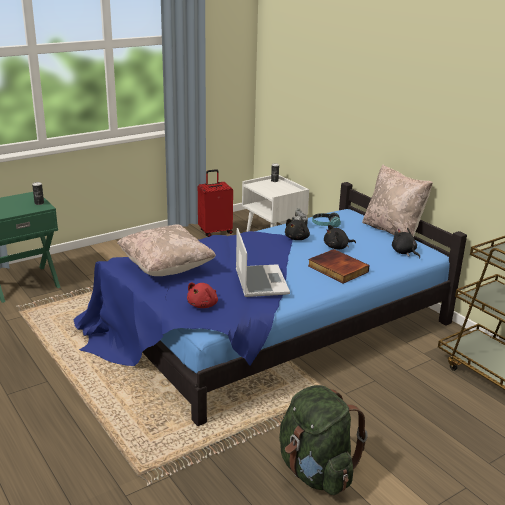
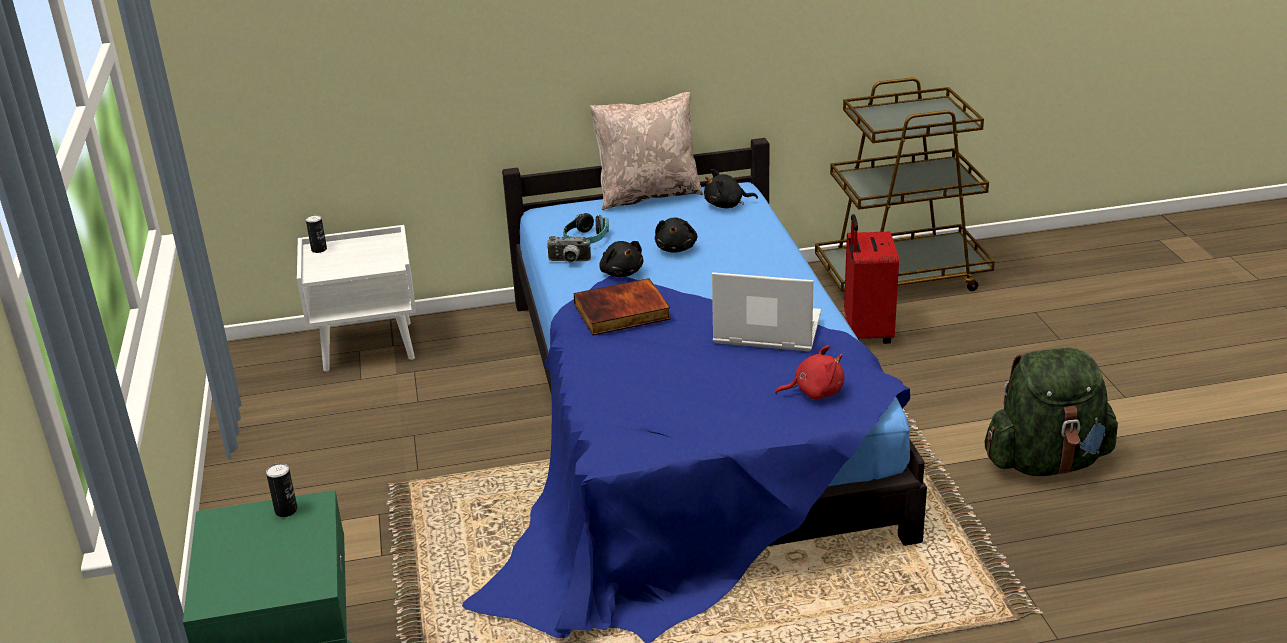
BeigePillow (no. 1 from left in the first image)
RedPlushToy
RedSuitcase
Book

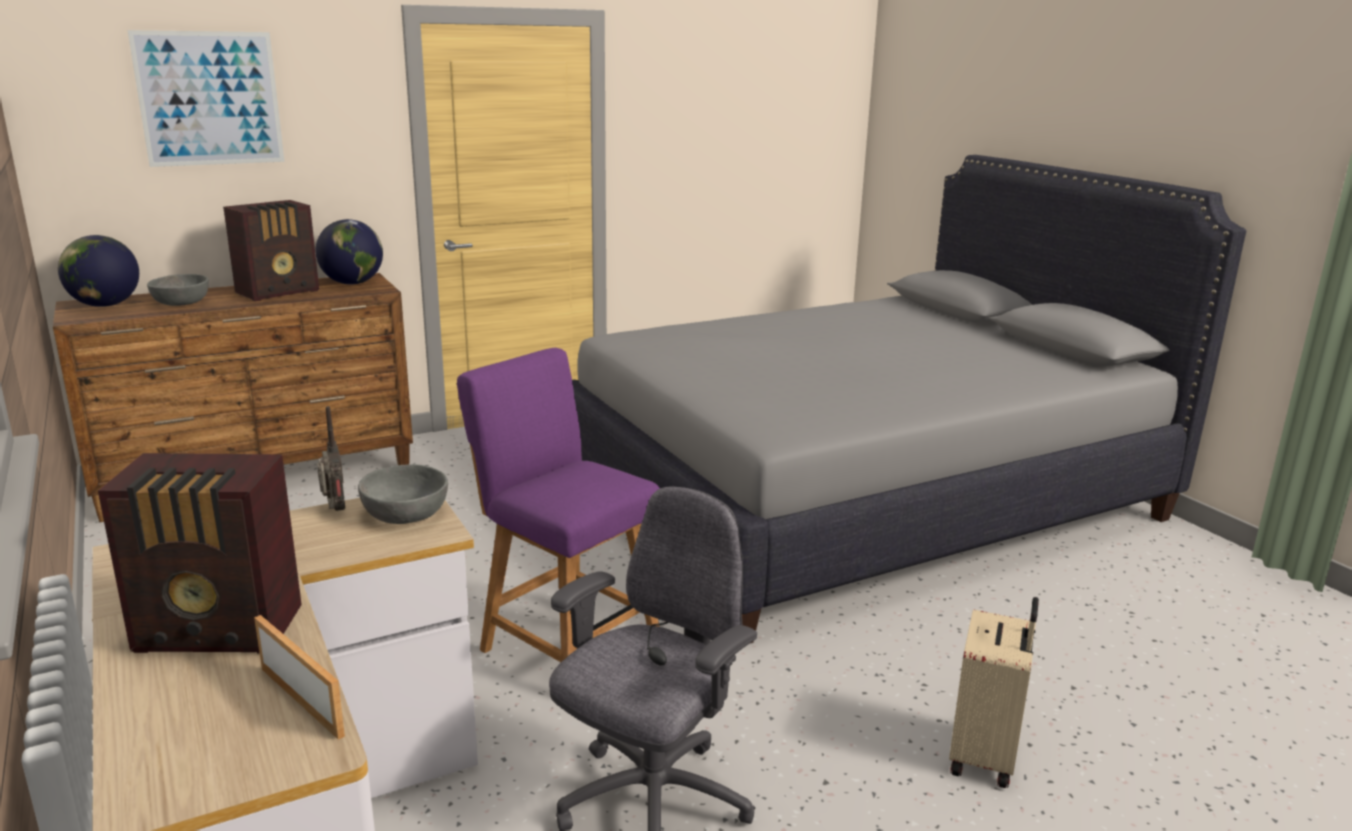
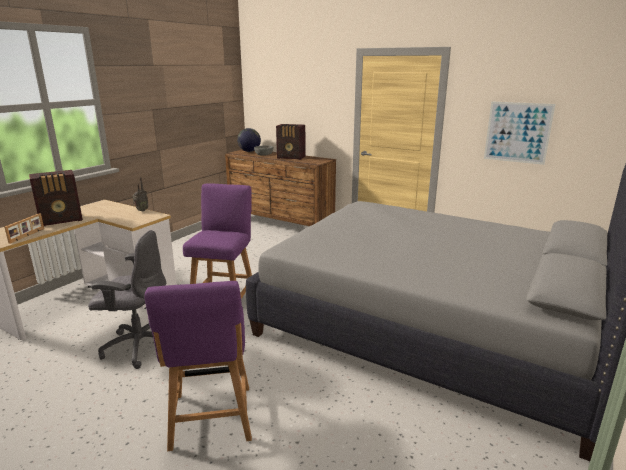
Radio (no. 1 from left)
Picture
Globe (no. 2 from left in the first image)
GreyBowl (no. 2 from left in the first image)
PurpleChair (no. 1 from left)

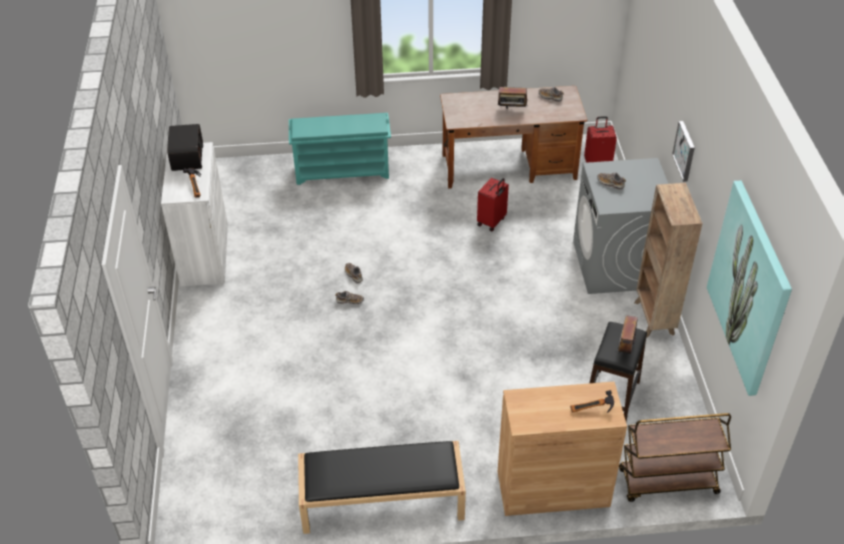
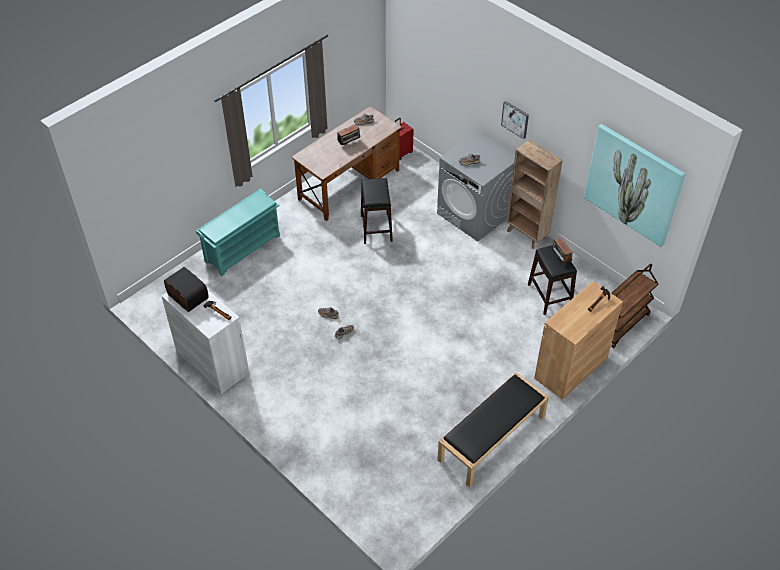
BlackStool (no. 1 from left)

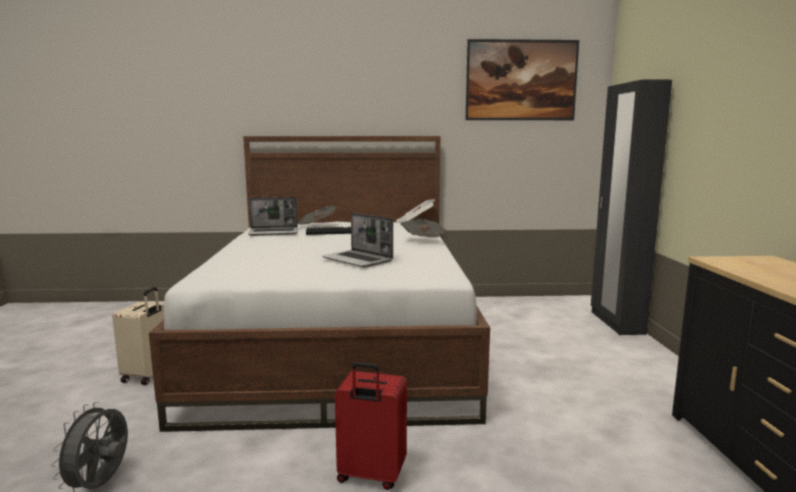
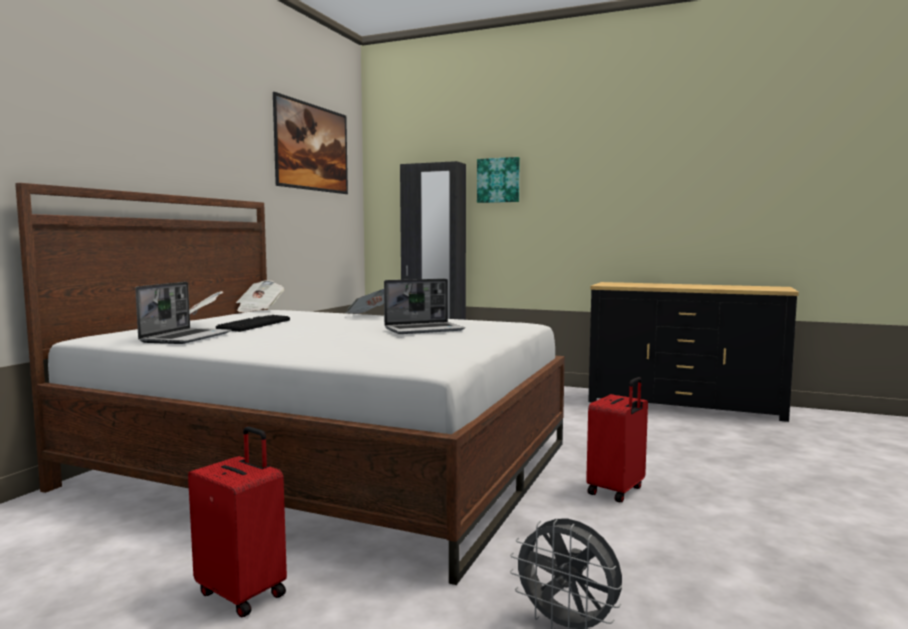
RedSuitcase (no. 1 from left)
Picture (no. 2 from left)

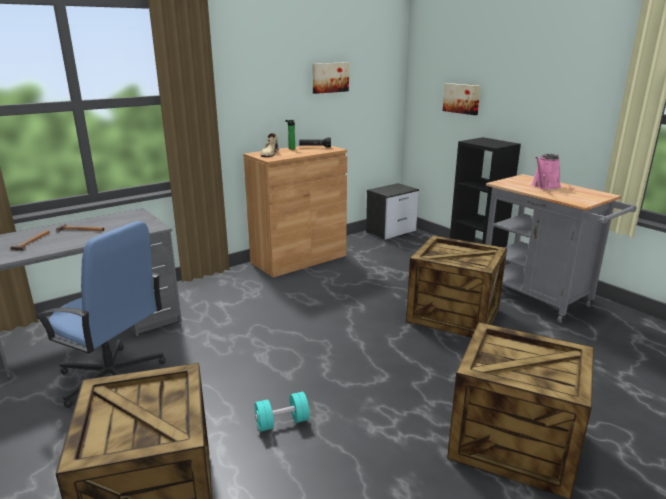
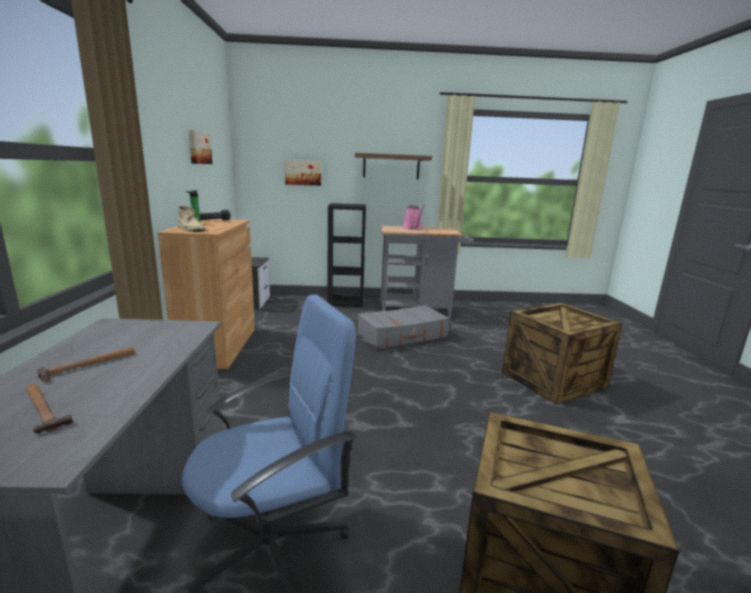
TurquoiseDumbbell
GreySuitcase
Shelf

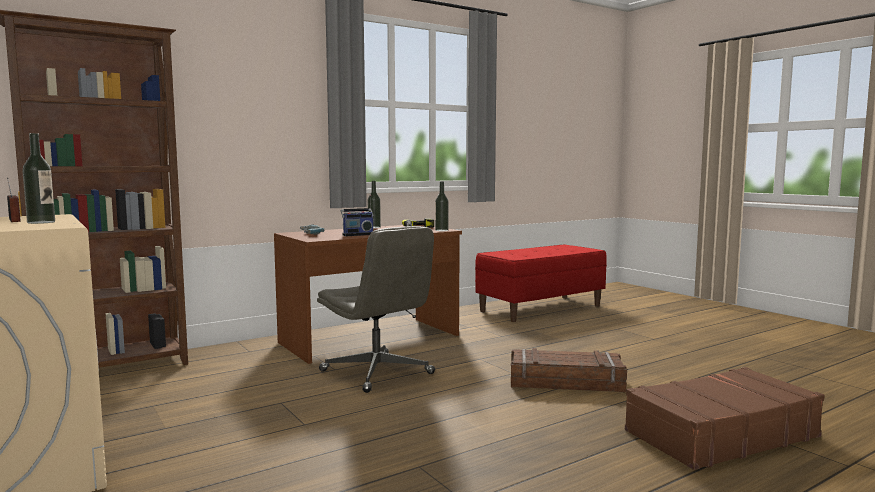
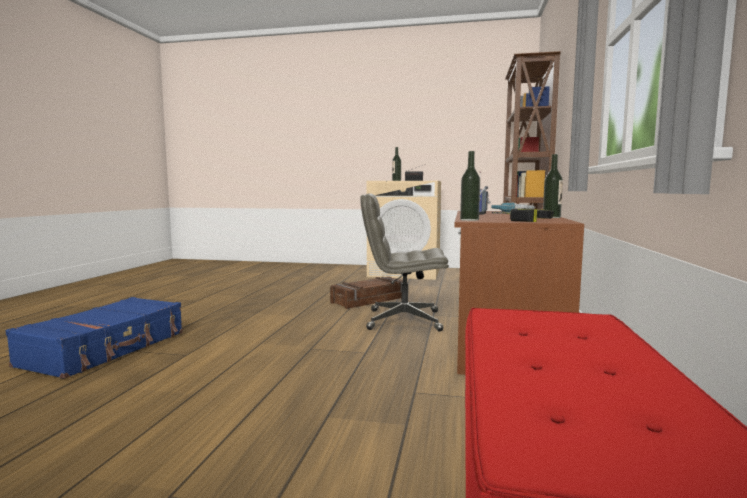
Crate
BlueSuitcase

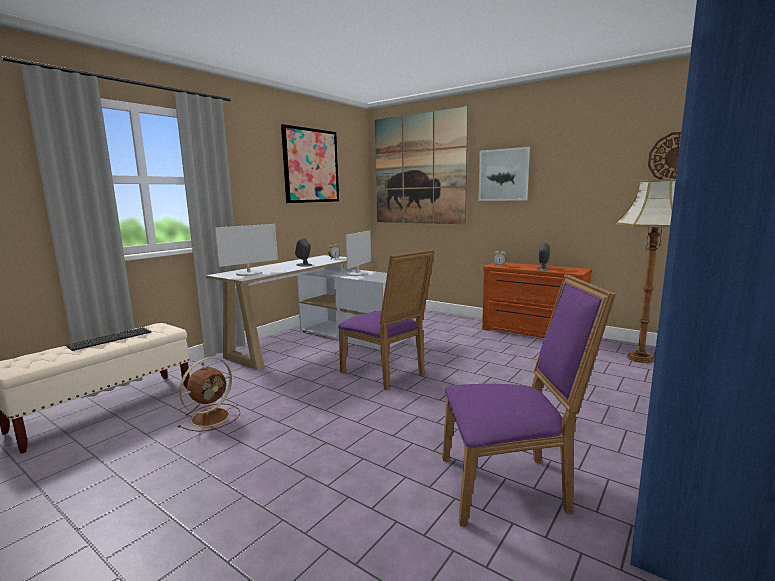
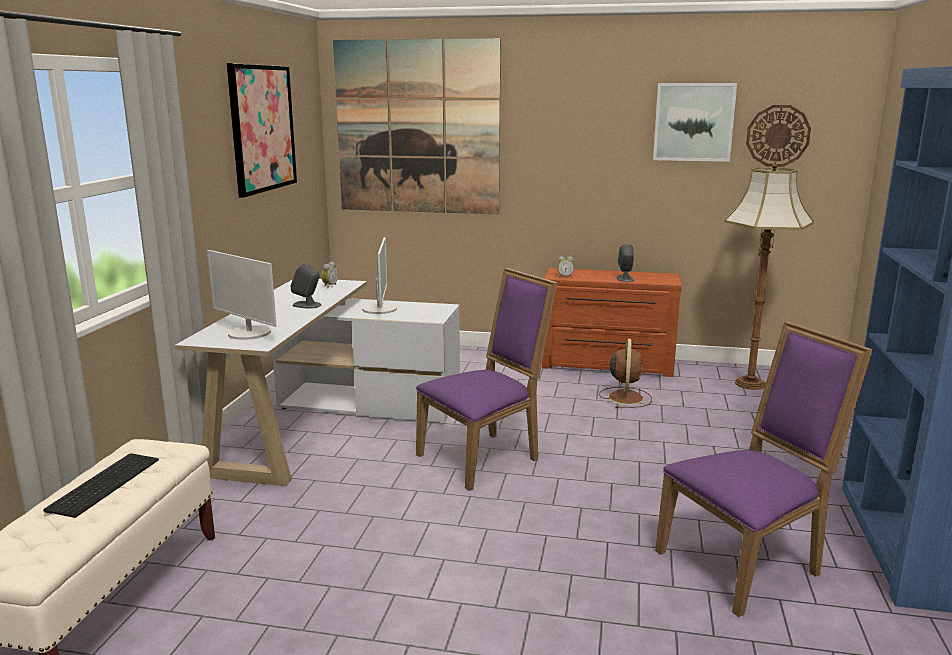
BrownFan
Monitor (no. 1 from left)
PurpleChair (no. 1 from left)
Picture (no. 3 from left)

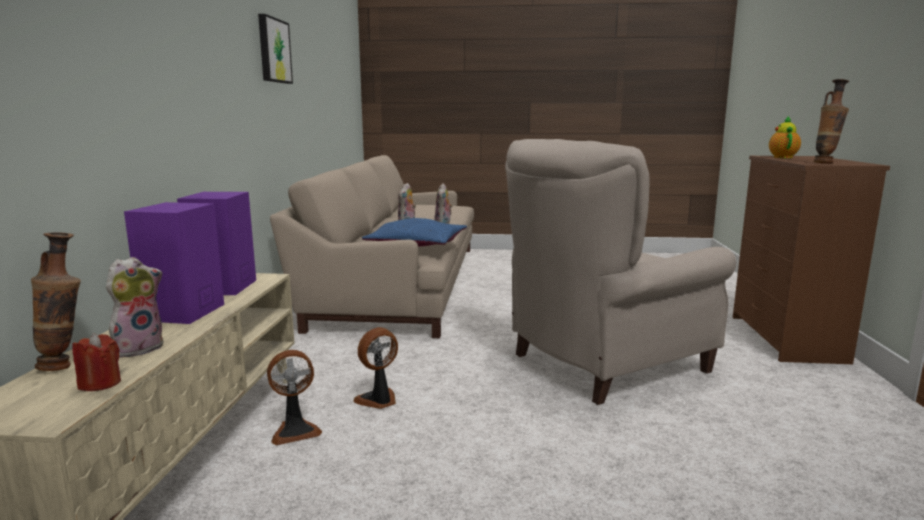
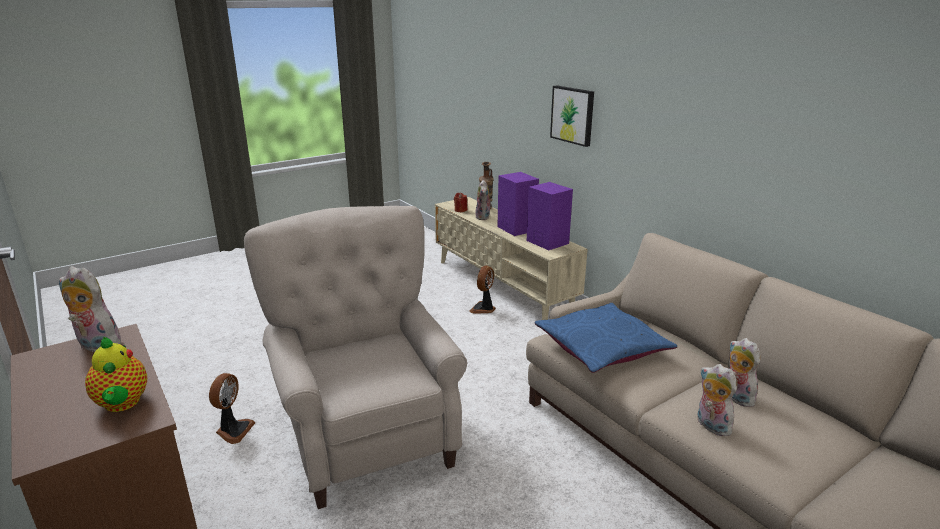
Picture
Fan (no. 1 from left)
BeigeArmchair
PlushToy (no. 1 from left)

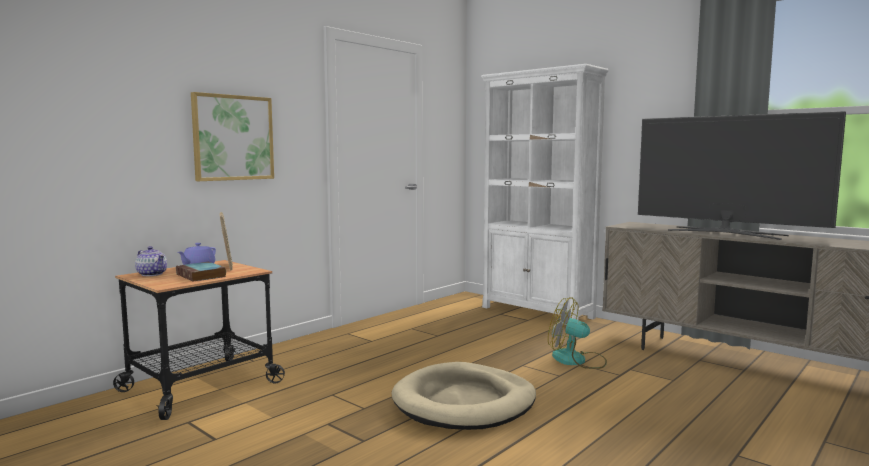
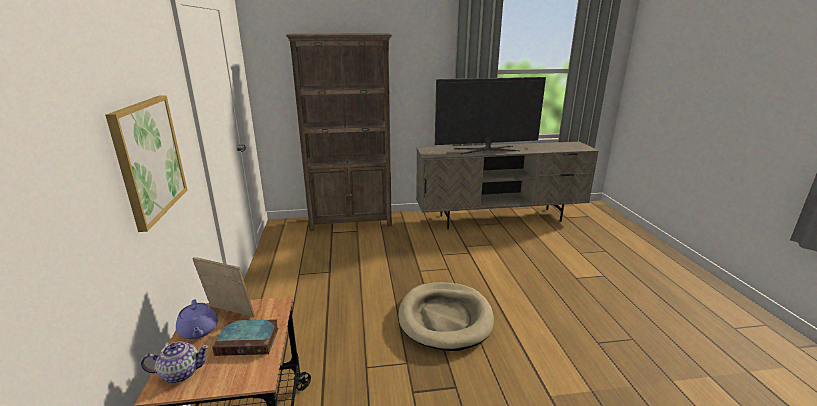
BrownBookcase
Fan

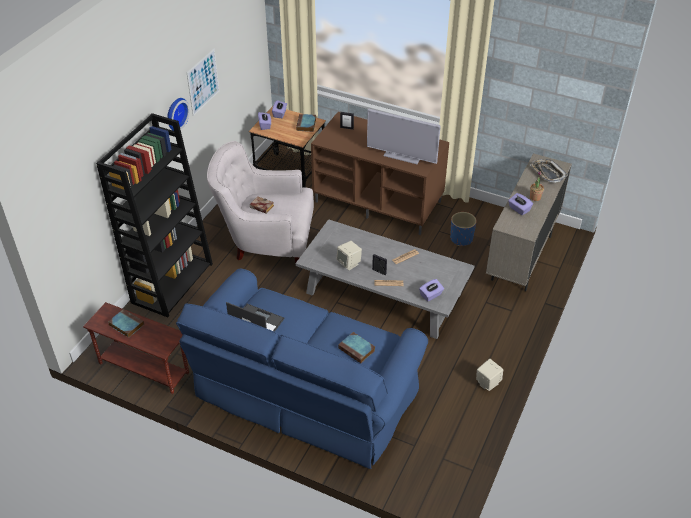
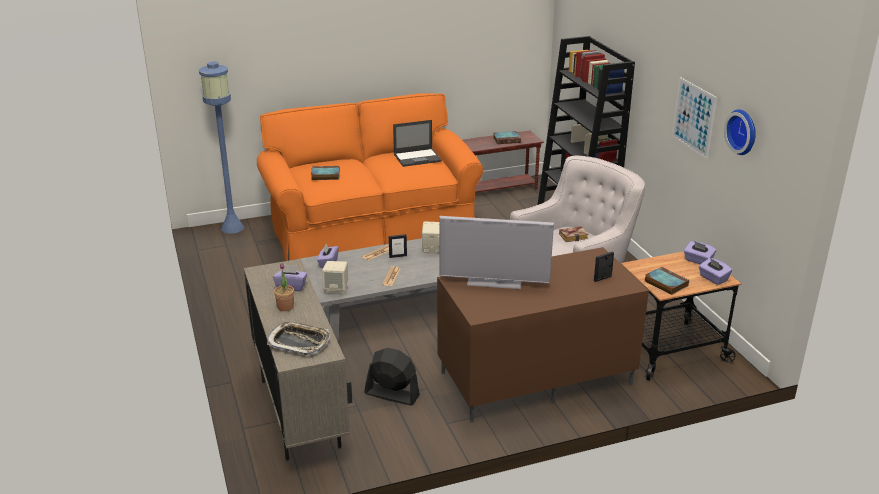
WallClock
OrangeSofa
Television
BlackFan
BeigeSpeaker (no. 1 from left)
BlueFloorLamp

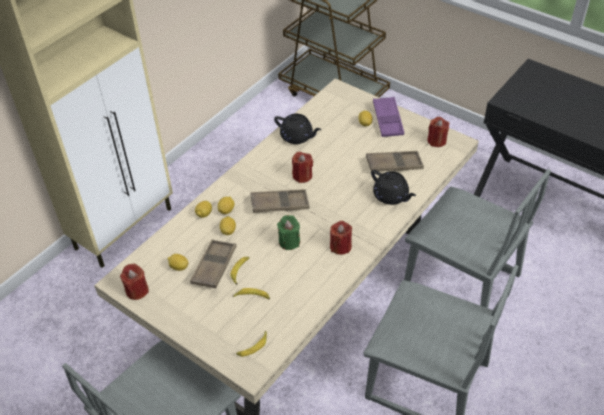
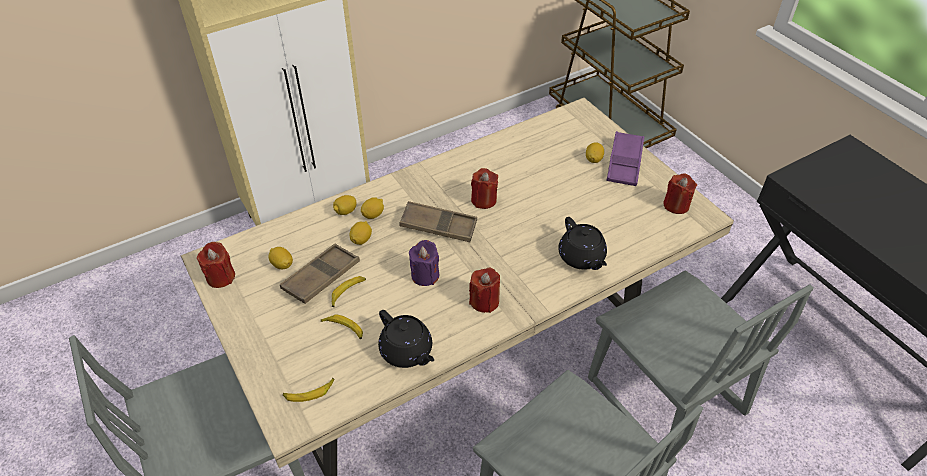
BlackTeapot (no. 1 from left)
PurpleCandle
BrownTray (no. 3 from left in the first image)

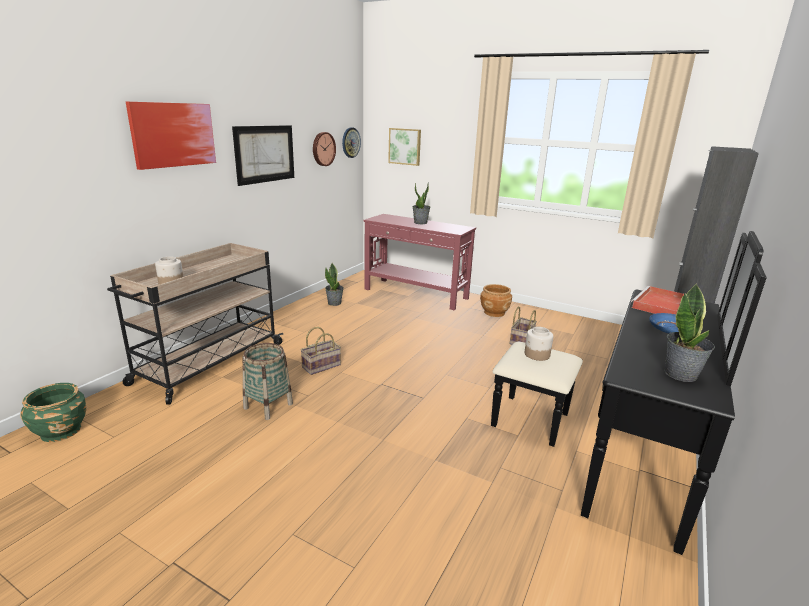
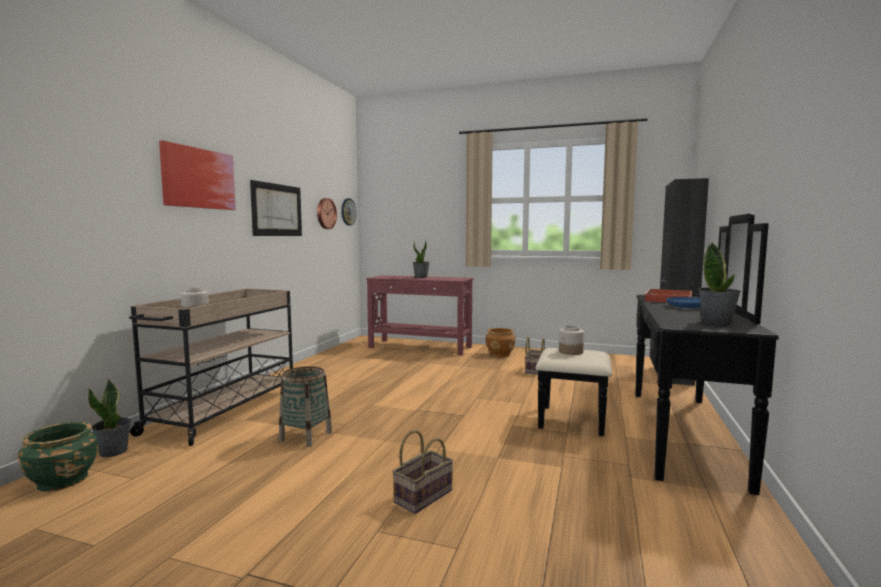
Basket (no. 2 from left)
PottedPlant (no. 1 from left)
Picture (no. 3 from left in the first image)

